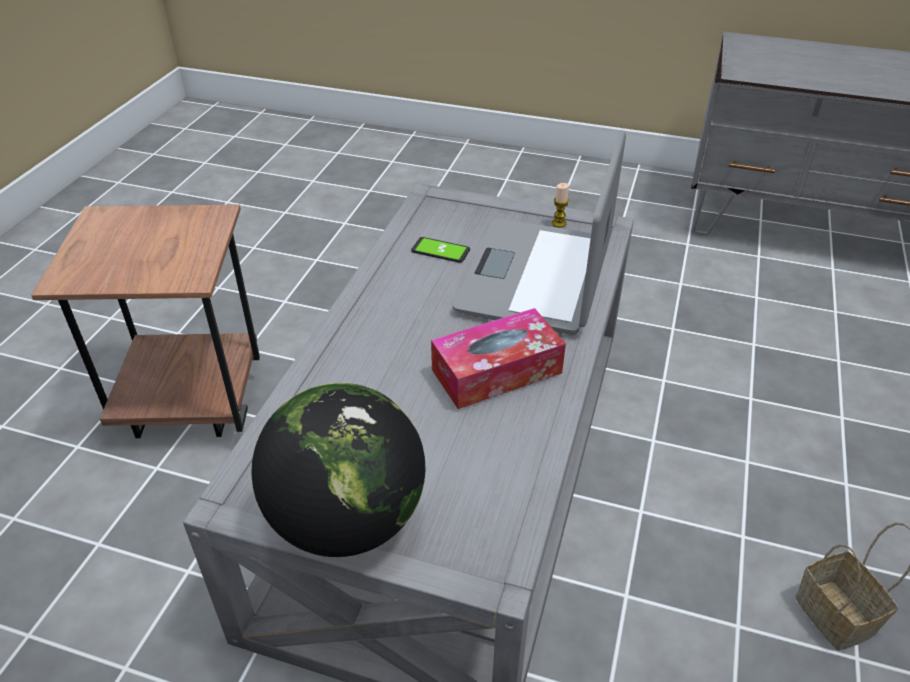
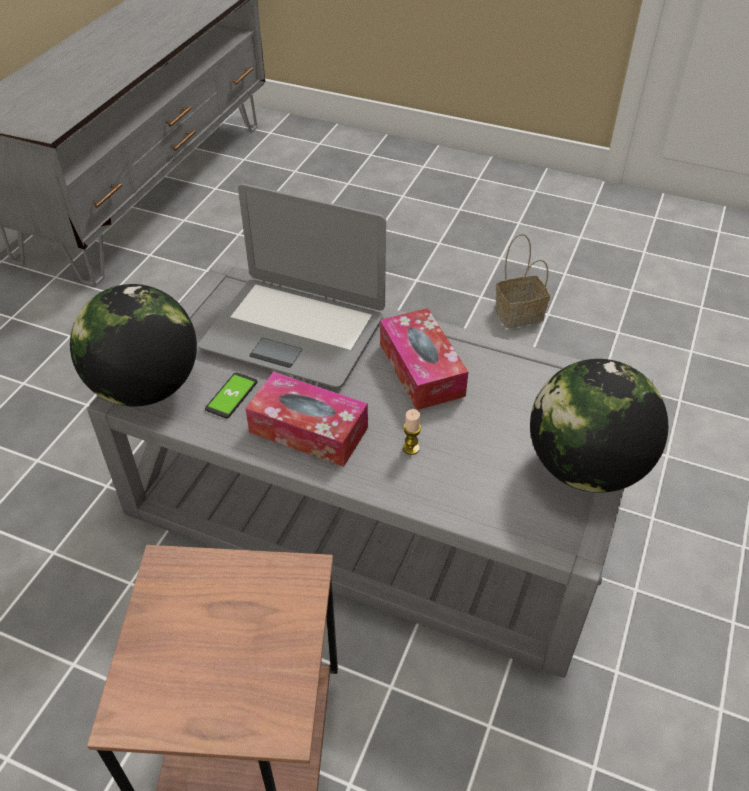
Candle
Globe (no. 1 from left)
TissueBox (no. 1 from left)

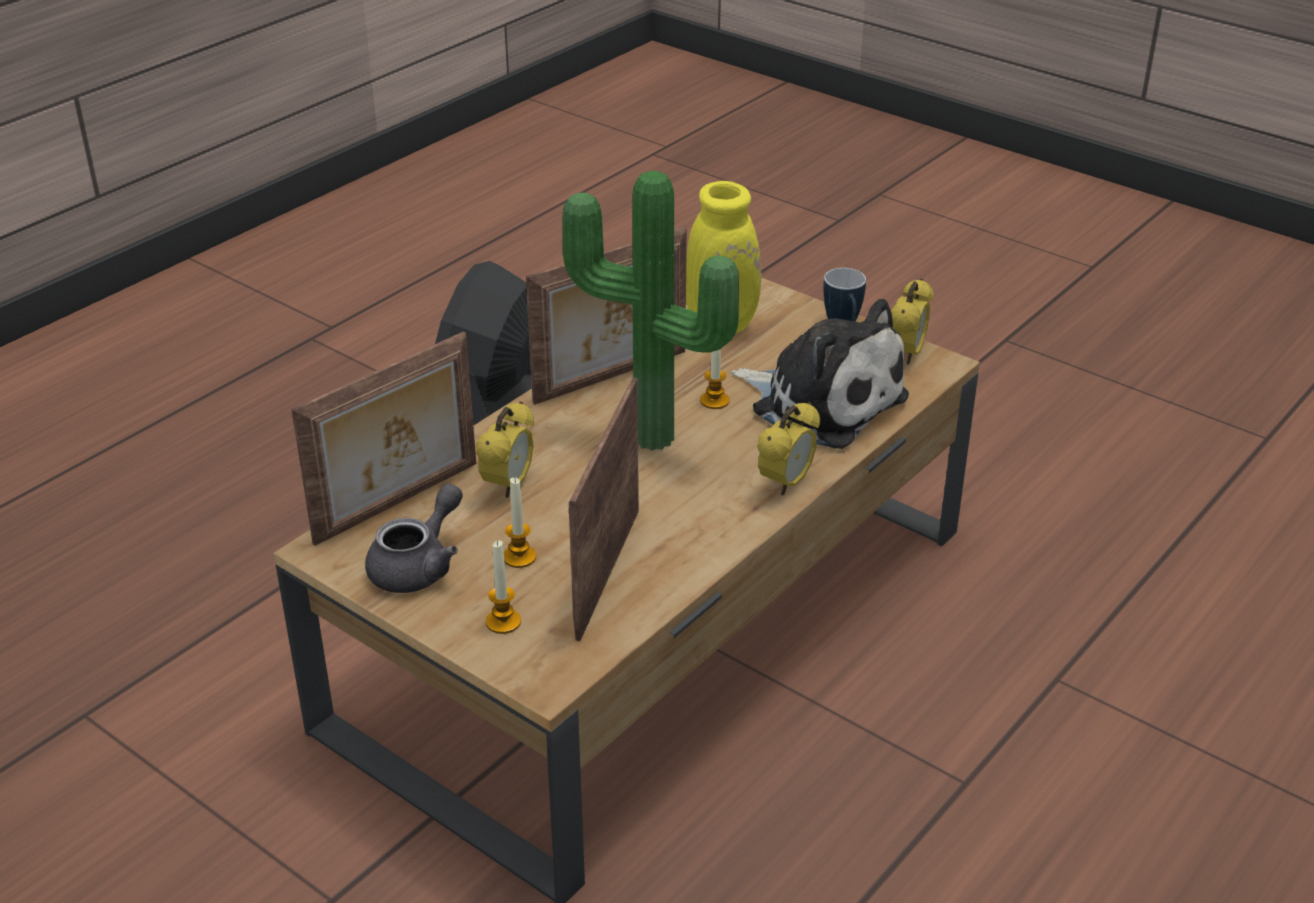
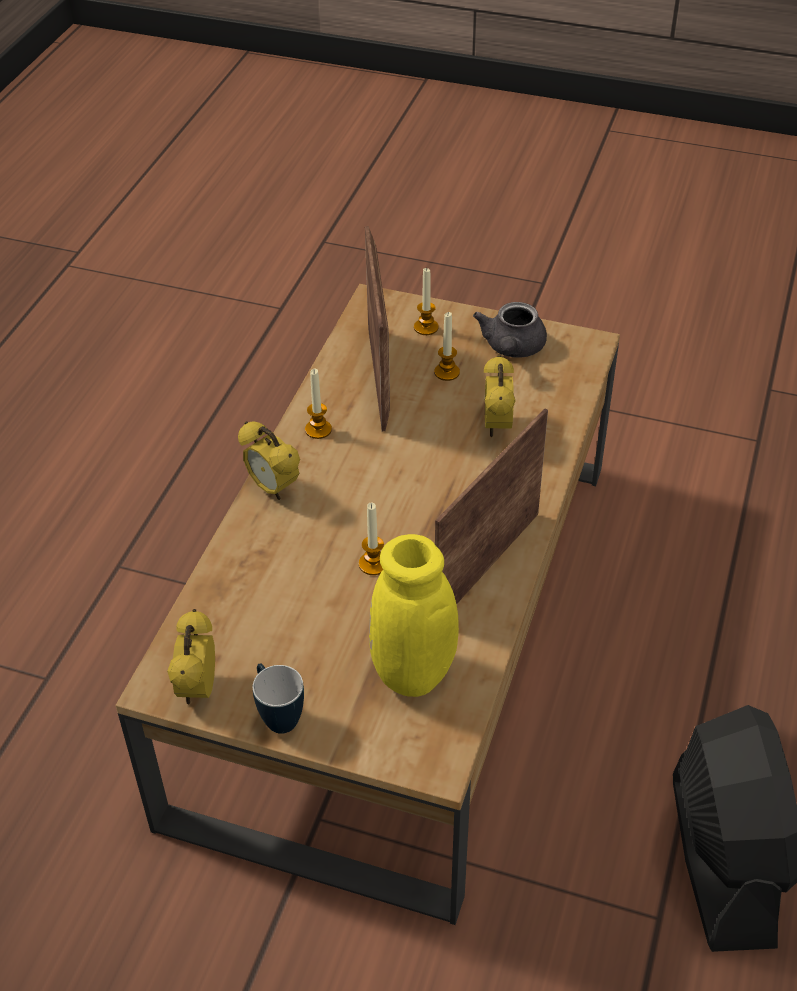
PictureFrame (no. 1 from left in the first image)
PottedPlant
PlushToy
AlarmClock (no. 2 from left)
Candle (no. 1 from left)

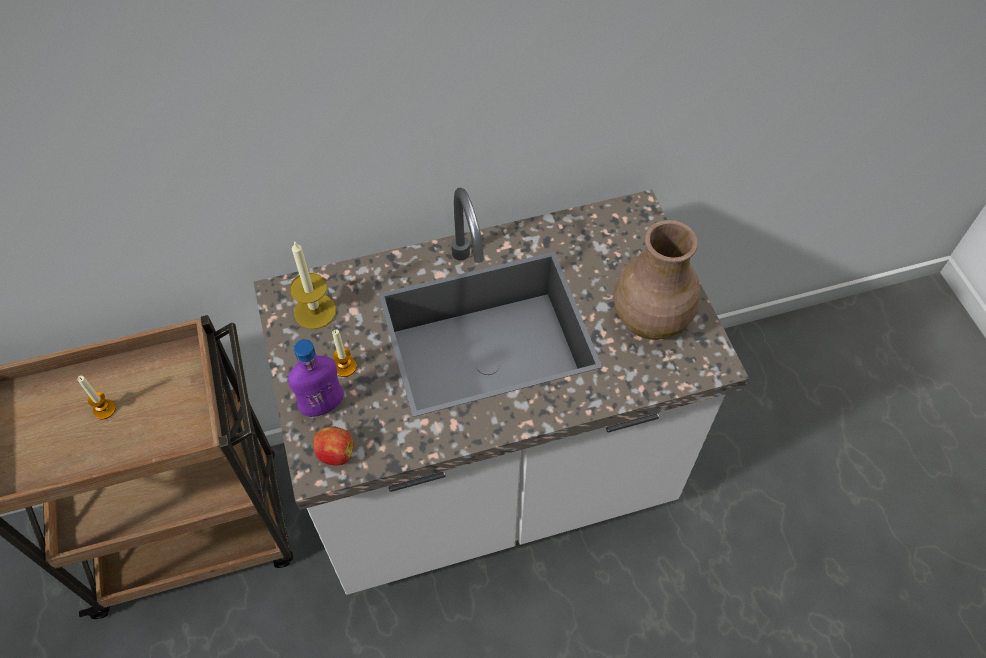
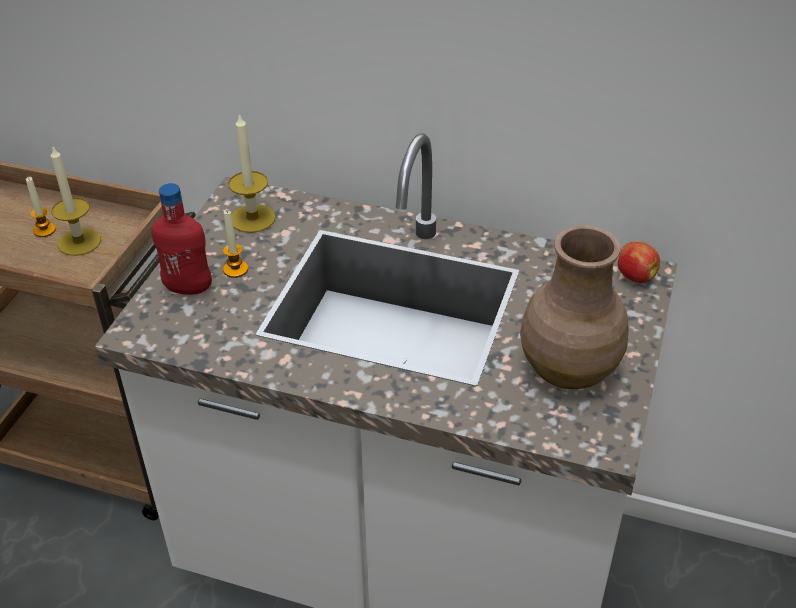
RedBottle
Apple
Candle (no. 2 from left)

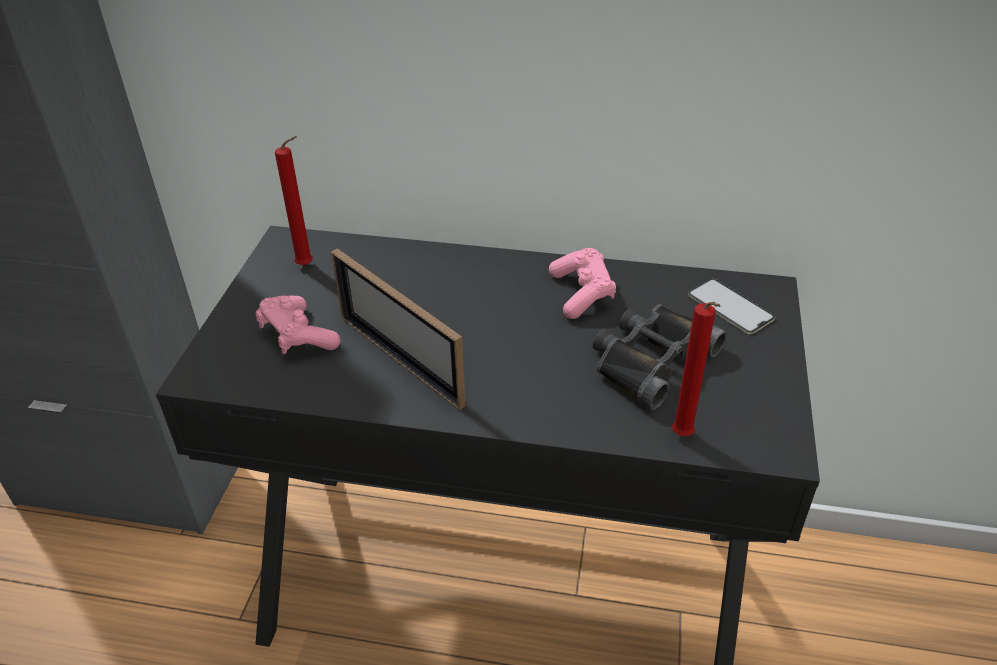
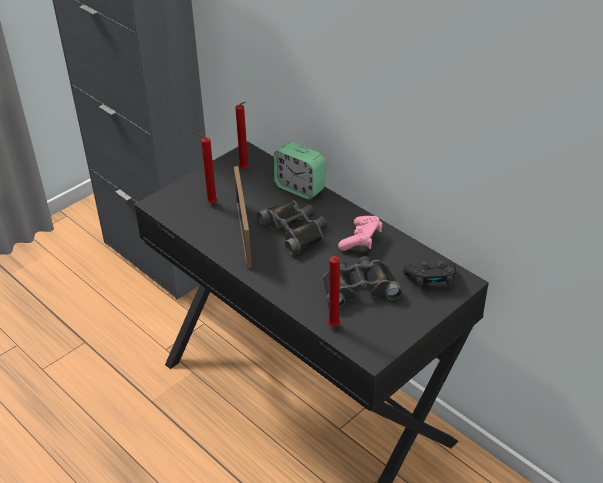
RedCandle (no. 1 from left)
BlackGameController
BlackBinoculars (no. 1 from left)
AlarmClock

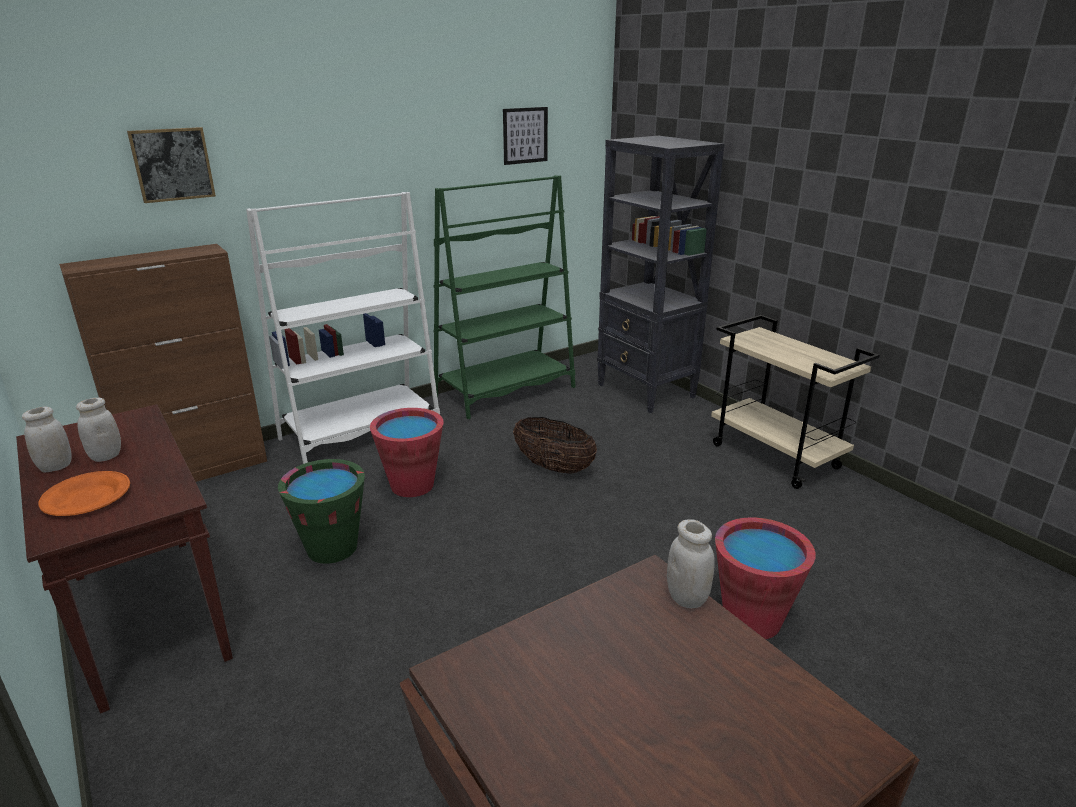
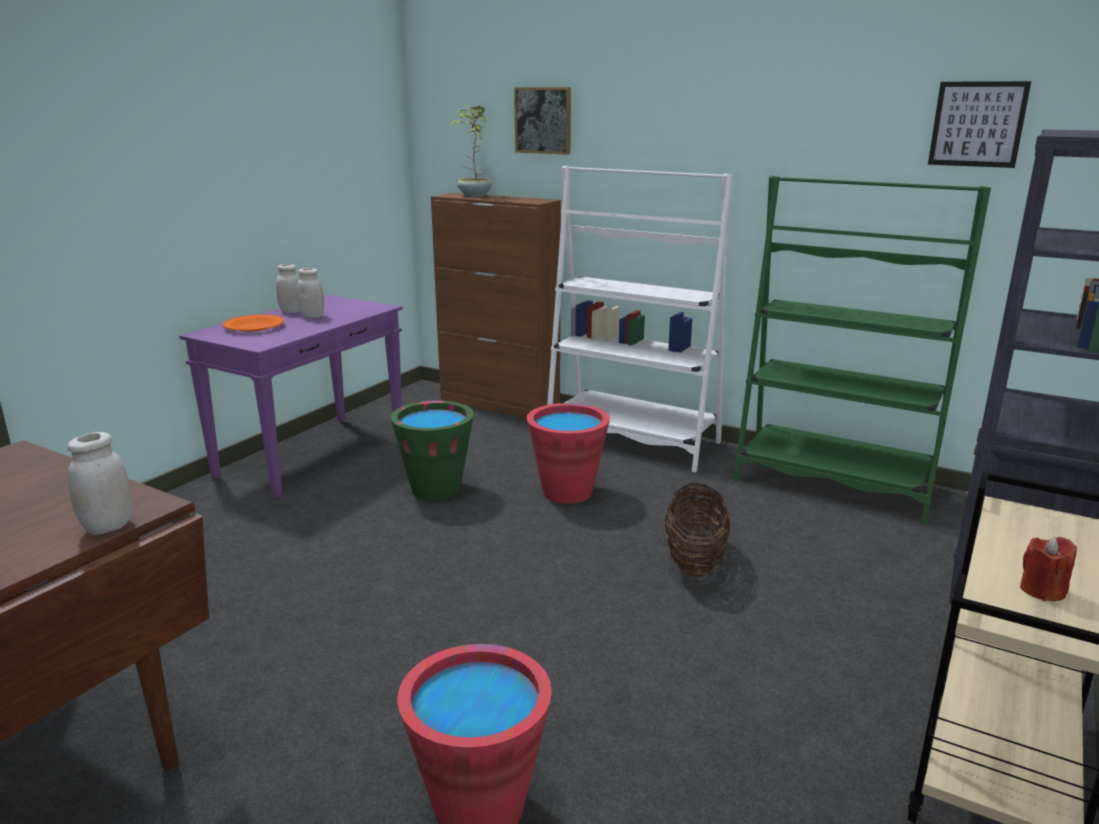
PurpleConsoleTable
PottedPlant
RedCandle

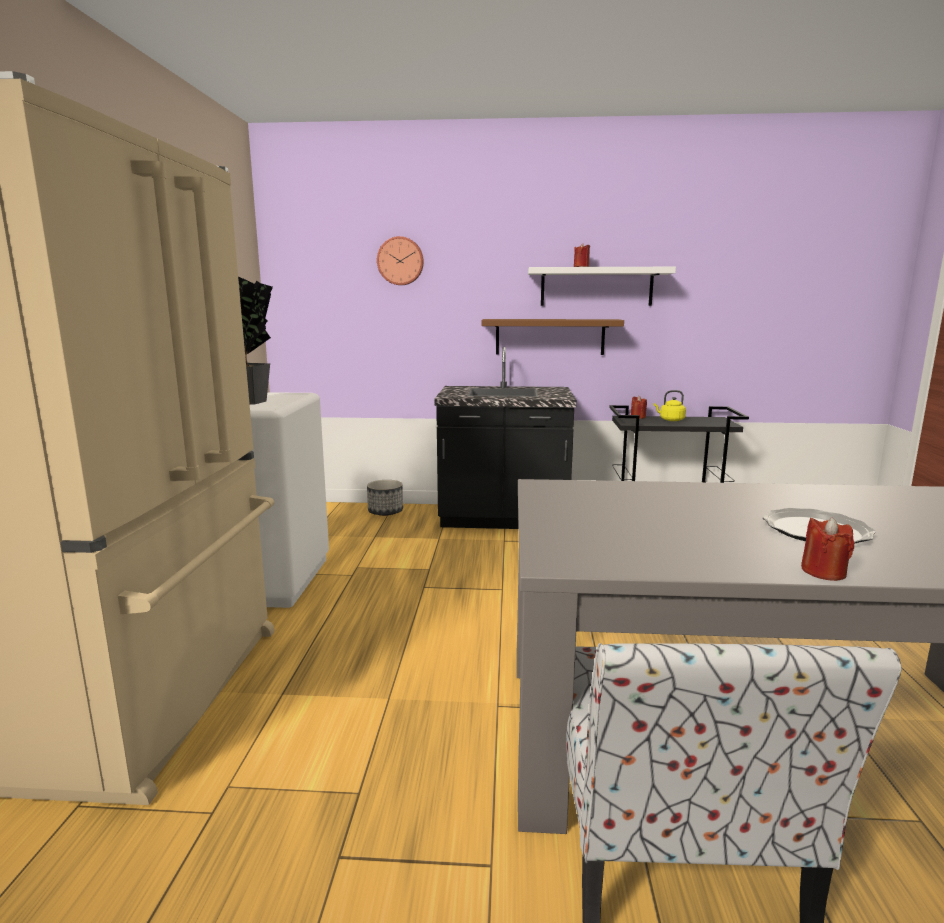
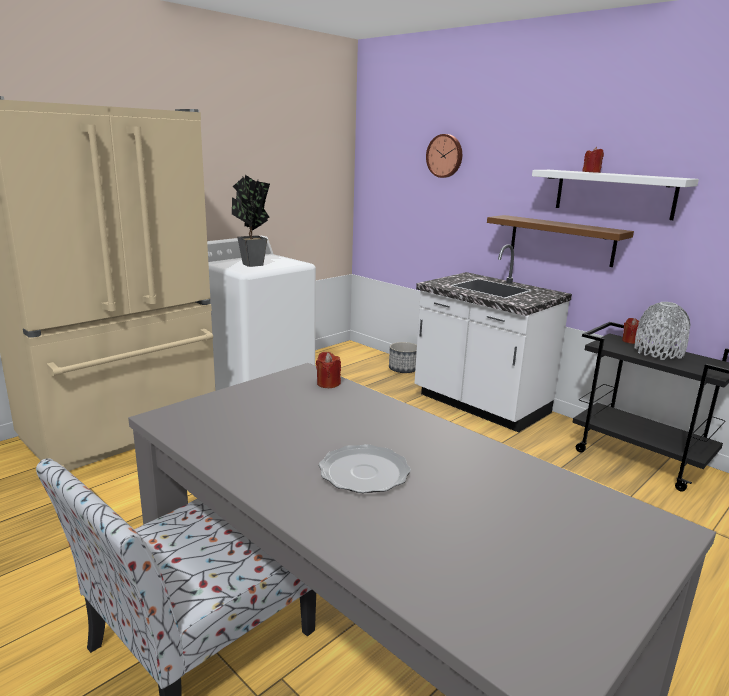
WhiteCounter
GreyVase
RedCandle (no. 1 from left)

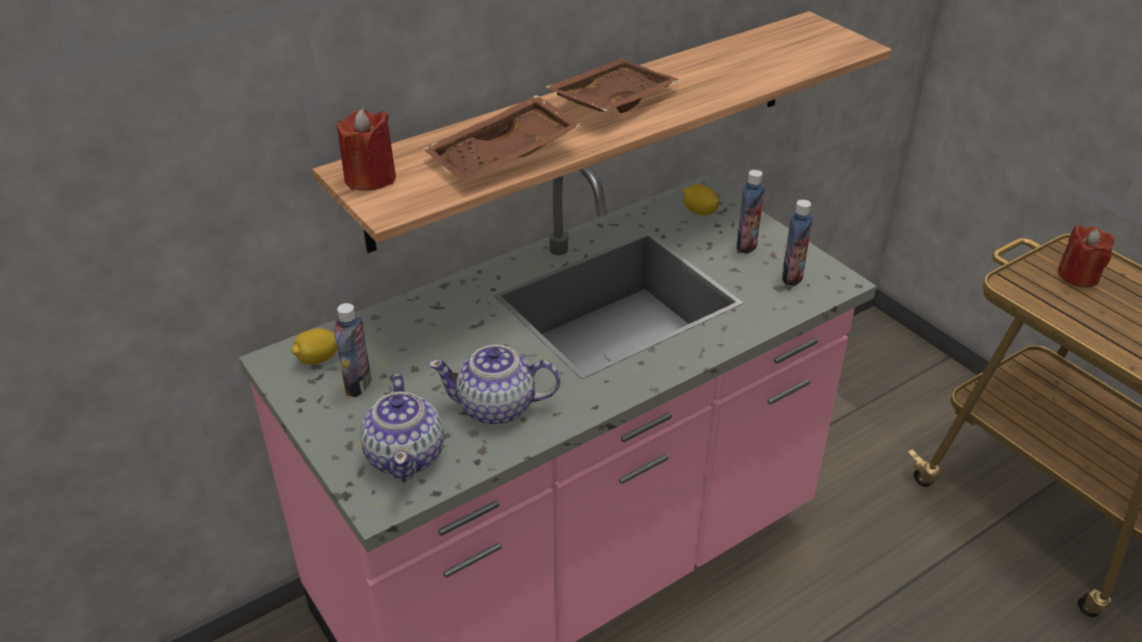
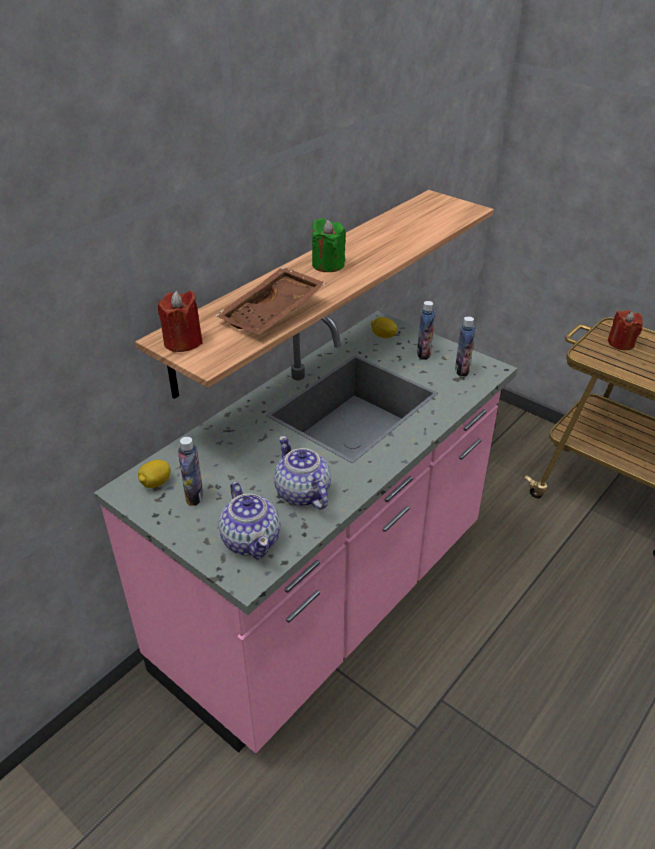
Teapot (no. 2 from left)
GreenCandle

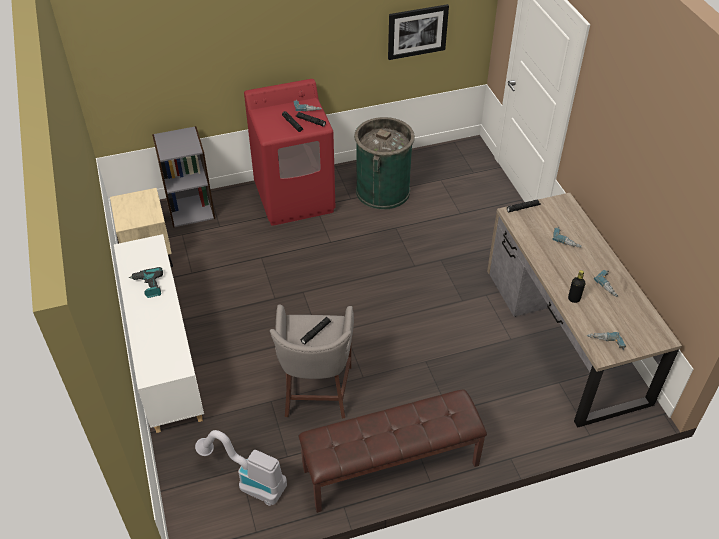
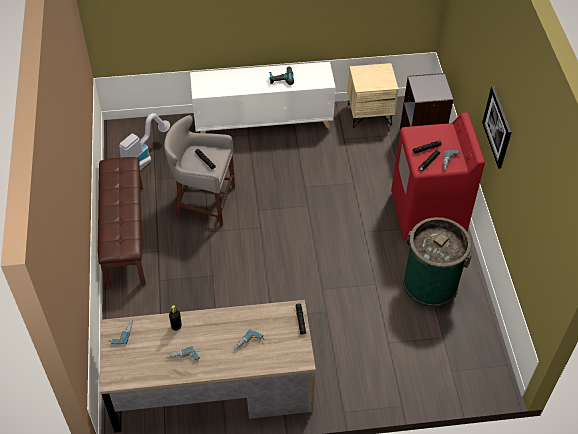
Picture

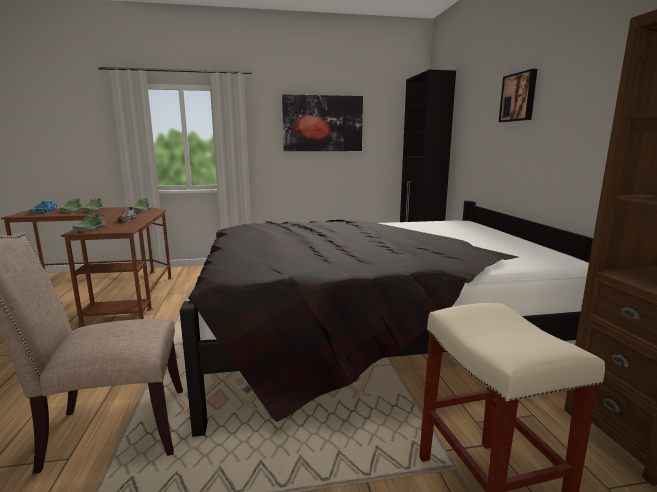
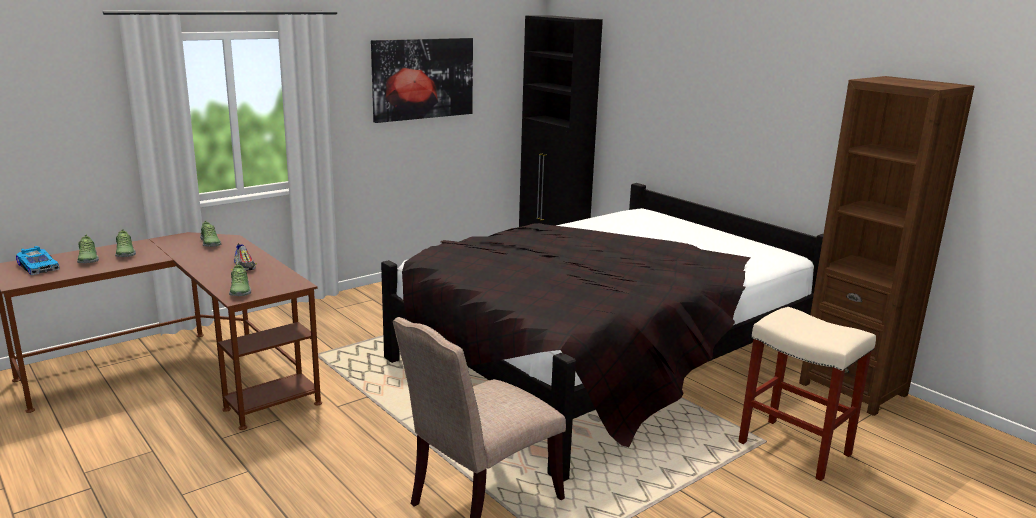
Picture (no. 2 from left in the first image)

